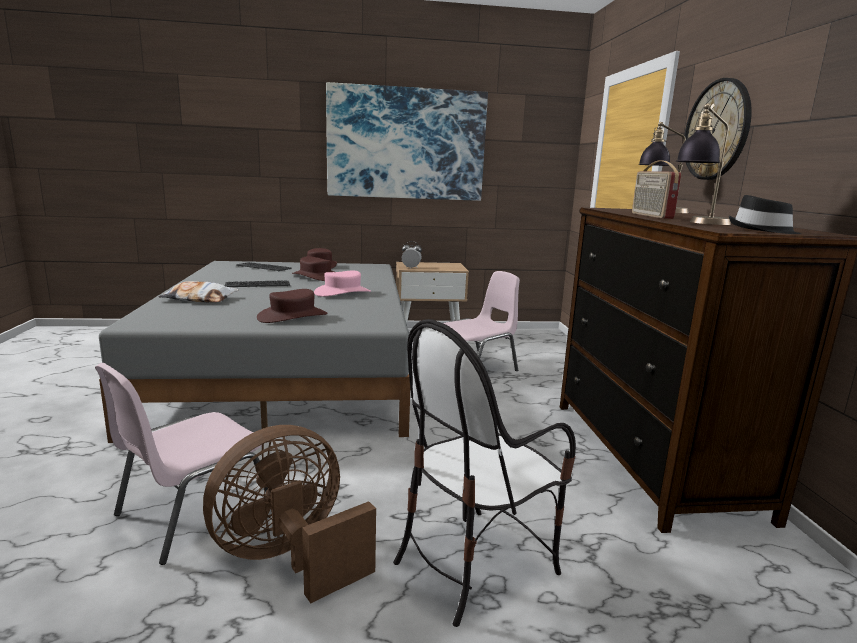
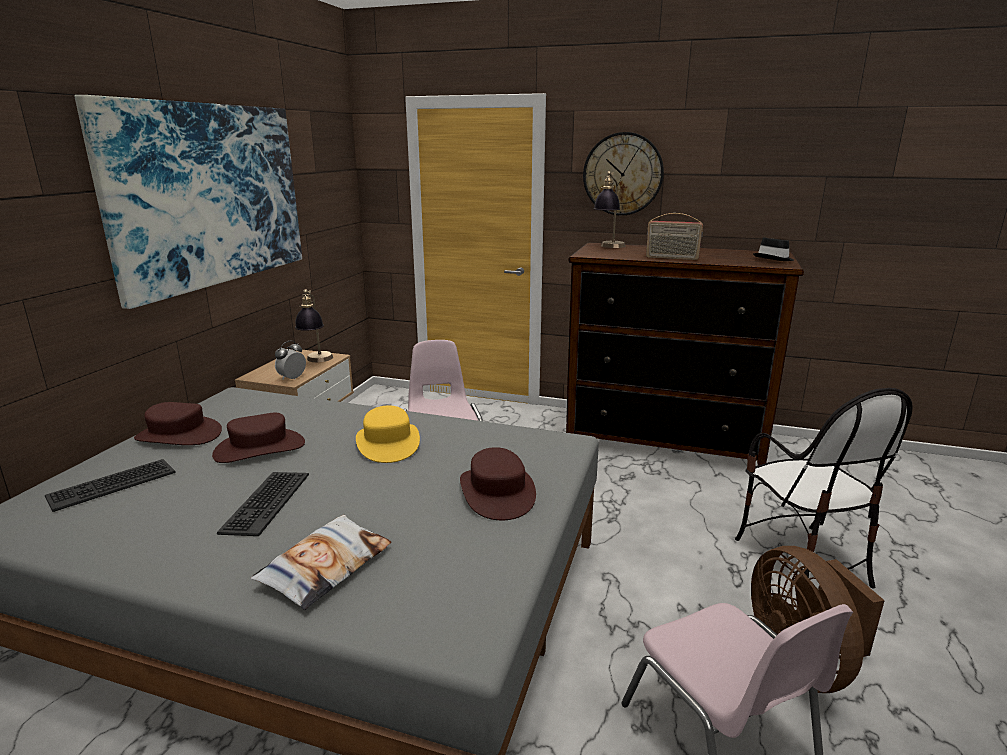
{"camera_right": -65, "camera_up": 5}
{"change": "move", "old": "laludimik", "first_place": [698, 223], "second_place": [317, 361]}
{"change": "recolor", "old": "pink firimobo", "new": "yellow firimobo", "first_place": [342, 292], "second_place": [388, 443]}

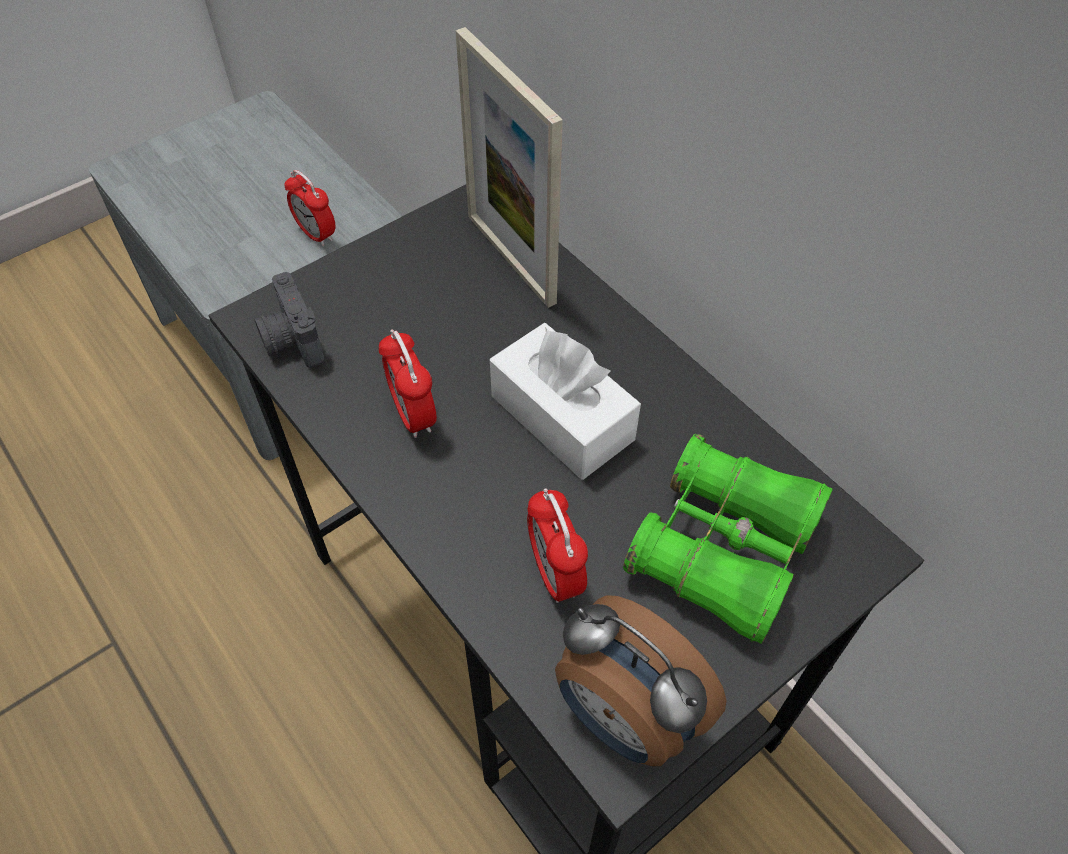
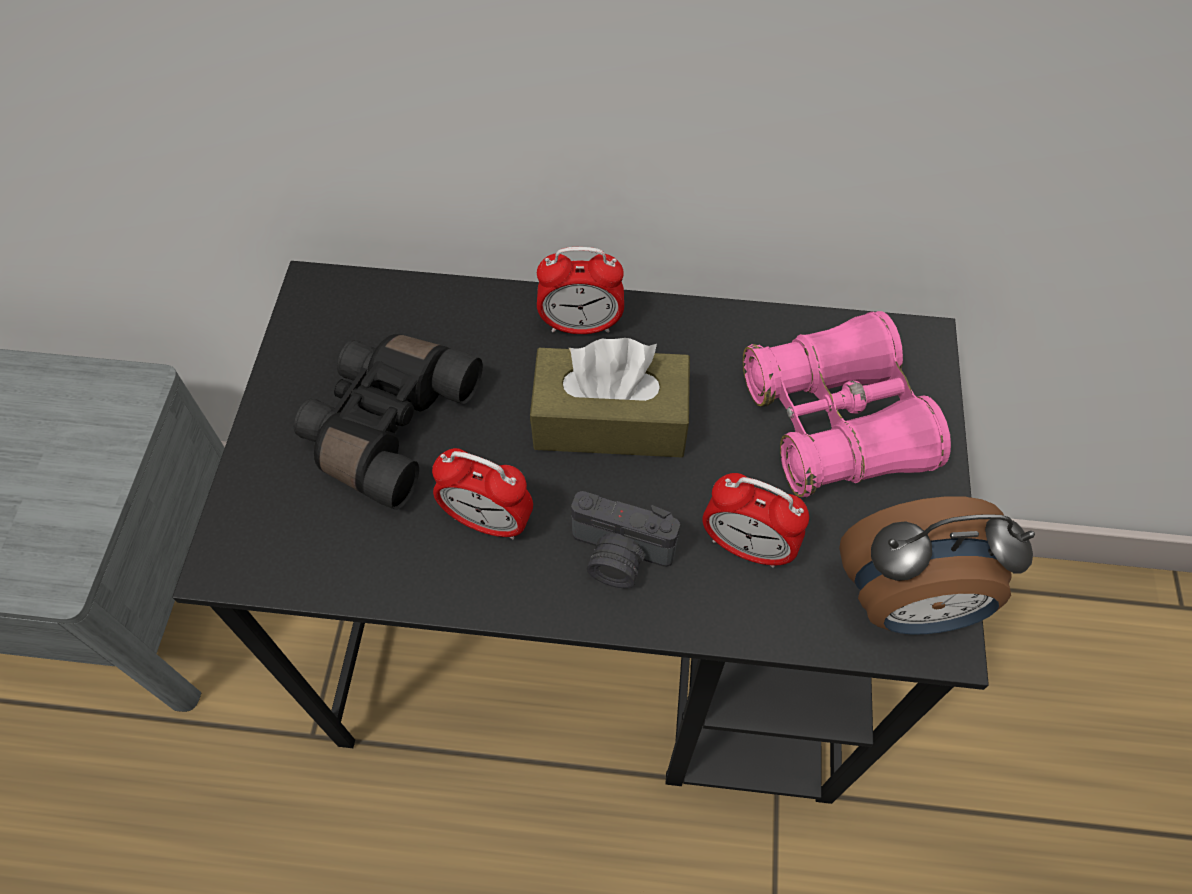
{"camera_right": -45, "camera_up": 5}
{"change": "insert", "new": "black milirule", "second_place": [387, 424]}
{"change": "recolor", "old": "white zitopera", "new": "brown zitopera", "first_place": [562, 417], "second_place": [610, 420]}
{"change": "move", "old": "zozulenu", "first_place": [316, 234], "second_place": [581, 325]}
{"change": "move", "old": "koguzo", "first_place": [291, 341], "second_place": [619, 557]}
{"change": "recolor", "old": "green milirule", "new": "pink milirule", "first_place": [723, 550], "second_place": [835, 422]}
{"change": "delete", "old": "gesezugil", "first_place": [510, 258]}

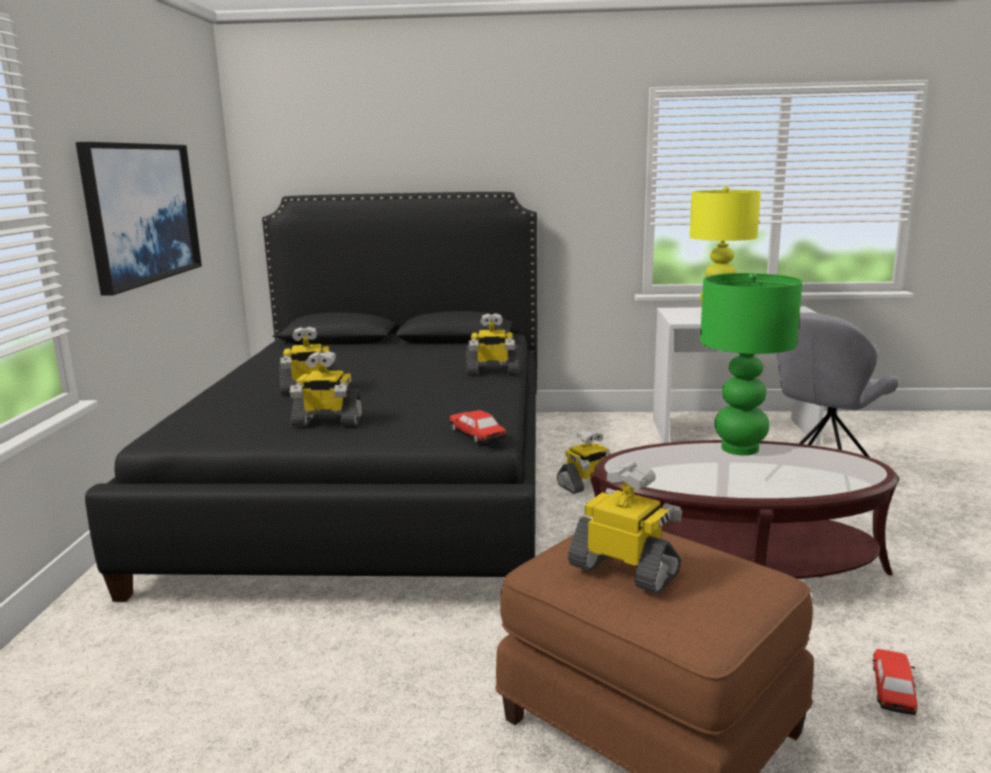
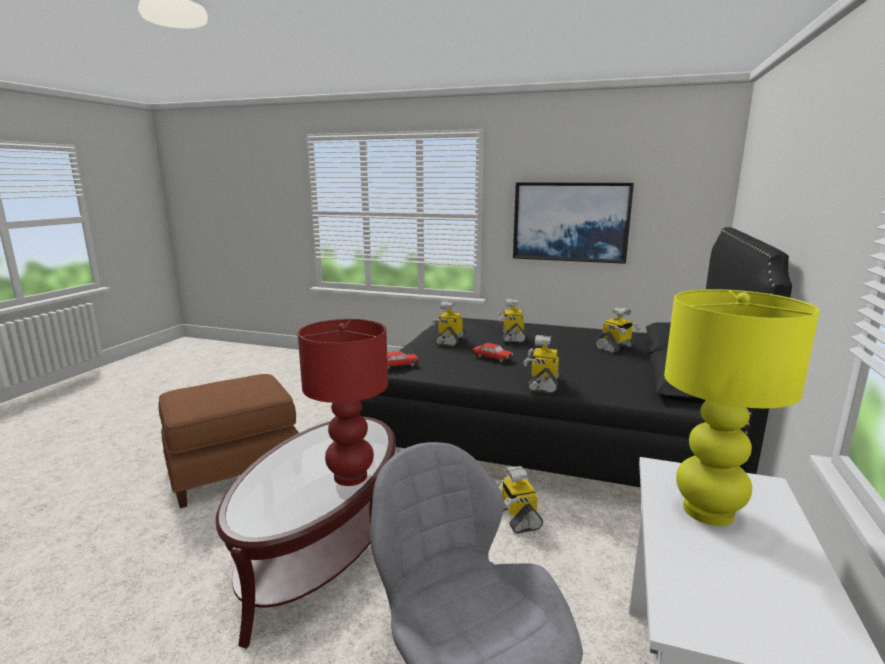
{"camera_right": 105, "camera_up": 0}
{"change": "recolor", "old": "green laludimik", "new": "red laludimik", "first_place": [739, 448], "second_place": [351, 476]}
{"change": "move", "old": "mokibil", "first_place": [892, 691], "second_place": [492, 358]}
{"change": "move", "old": "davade", "first_place": [625, 570], "second_place": [616, 348]}

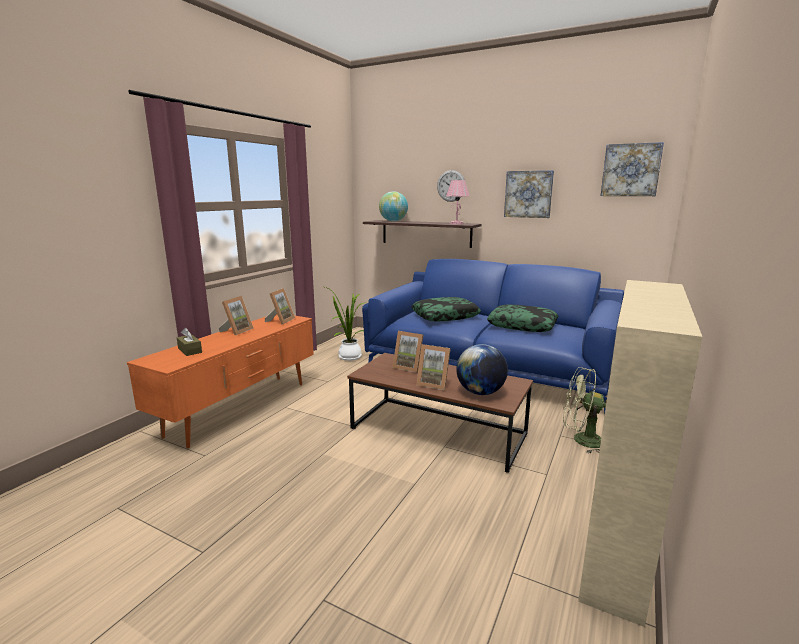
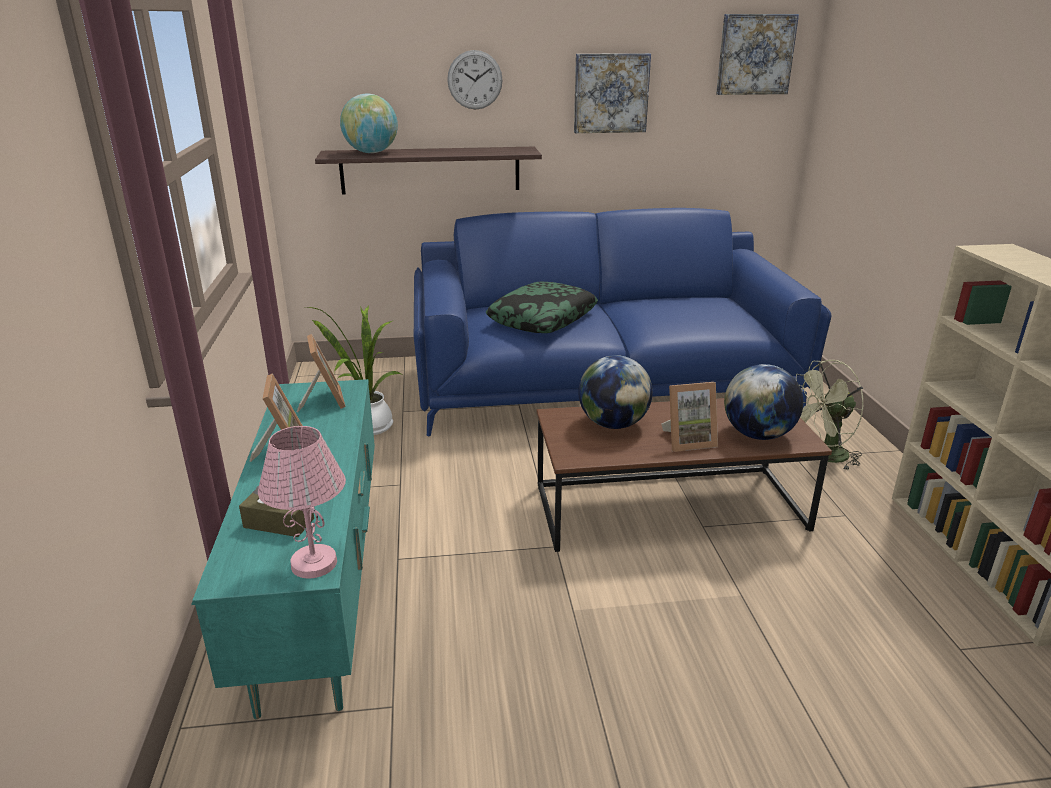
{"camera_right": -35, "camera_up": 10}
{"change": "recolor", "old": "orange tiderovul", "new": "turquoise tiderovul", "first_place": [241, 408], "second_place": [321, 594]}
{"change": "move", "old": "pink laludimik", "first_place": [457, 224], "second_place": [315, 563]}
{"change": "replace", "old": "gesezugil", "new": "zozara", "first_place": [409, 367], "second_place": [613, 424]}
{"change": "delete", "old": "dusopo", "first_place": [522, 325]}

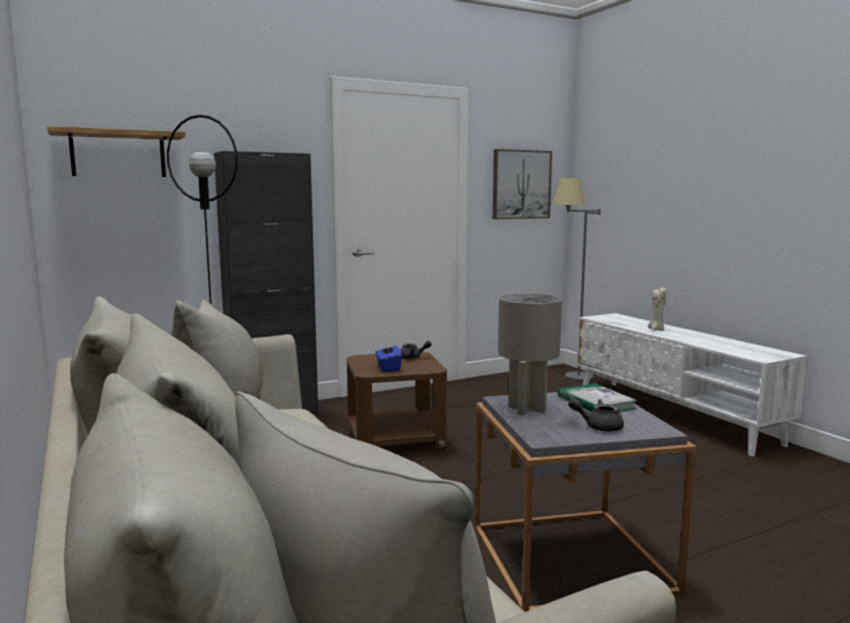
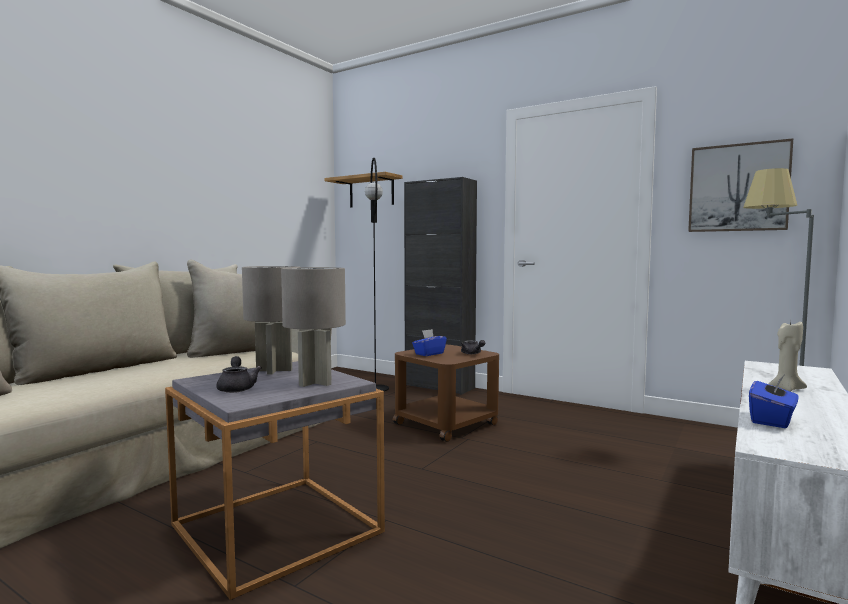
{"camera_right": 60, "camera_up": -5}
{"change": "replace", "old": "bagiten", "new": "grey laludimik", "first_place": [596, 402], "second_place": [316, 382]}
{"change": "insert", "new": "blue zitopera", "second_place": [772, 420]}

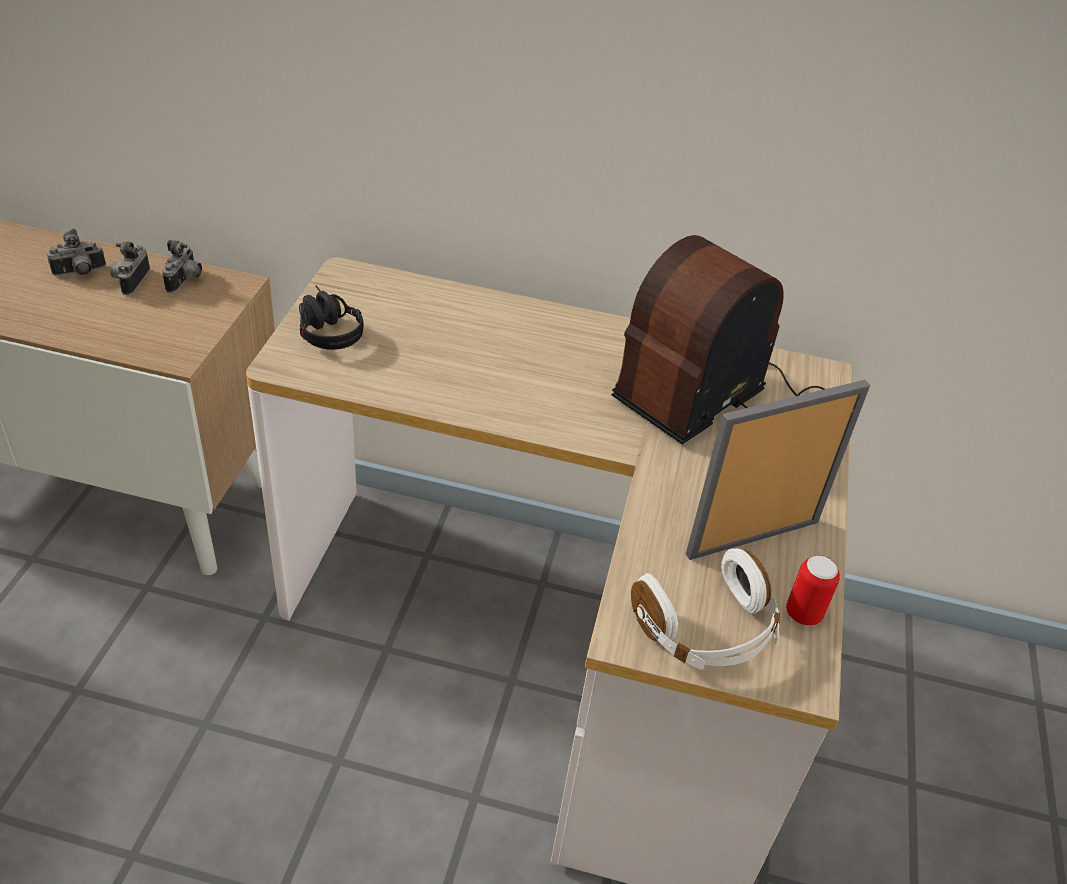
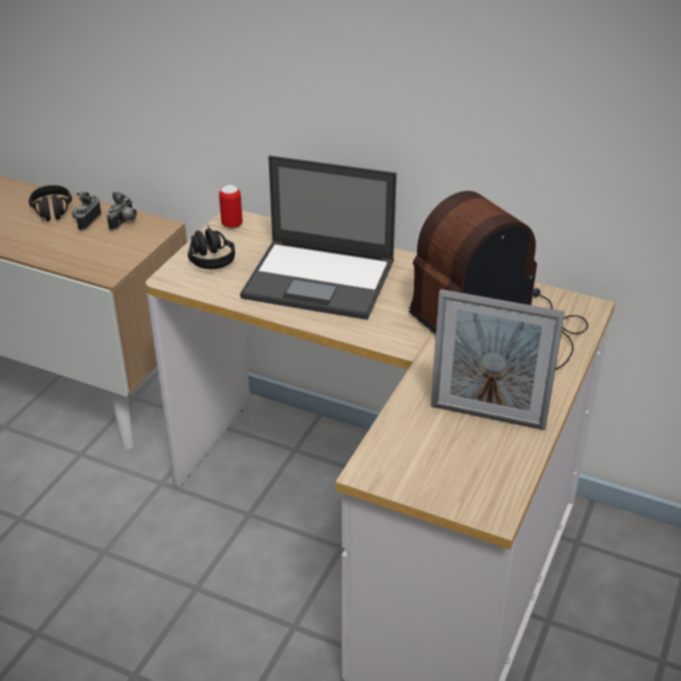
{"camera_right": 15, "camera_up": -5}
{"change": "replace", "old": "koguzo", "new": "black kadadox", "first_place": [80, 273], "second_place": [52, 214]}
{"change": "move", "old": "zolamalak", "first_place": [803, 614], "second_place": [232, 225]}
{"change": "insert", "new": "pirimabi", "second_place": [321, 280]}
{"change": "rotate", "old": "gesezugil", "first_place": [753, 538], "second_place": [487, 416], "degrees": -150}
{"change": "delete", "old": "white kadadox", "first_place": [707, 629]}

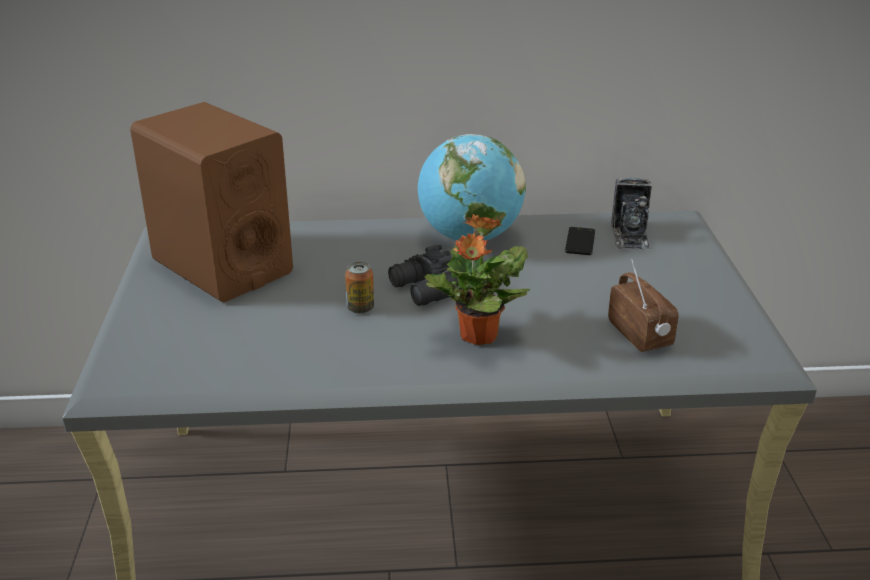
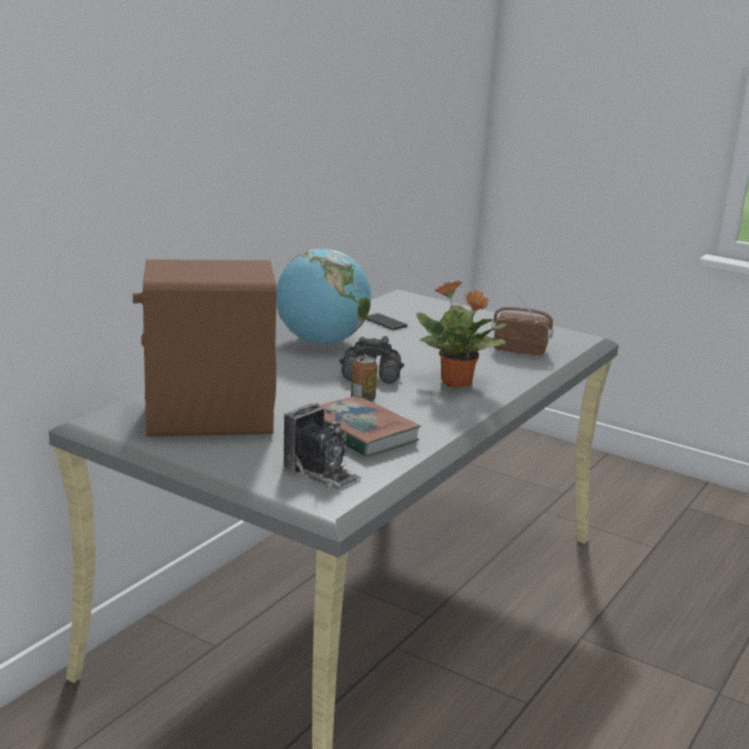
{"camera_right": -55, "camera_up": -10}
{"change": "move", "old": "koguzo", "first_place": [630, 235], "second_place": [321, 472]}
{"change": "insert", "new": "bagiten", "second_place": [360, 433]}

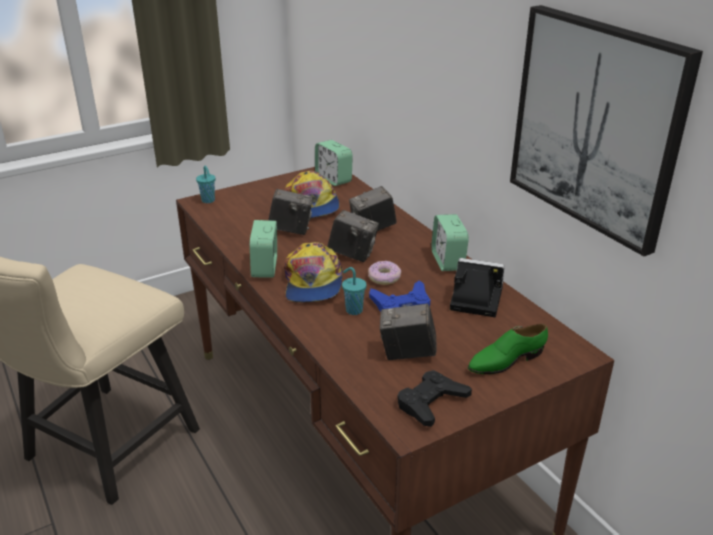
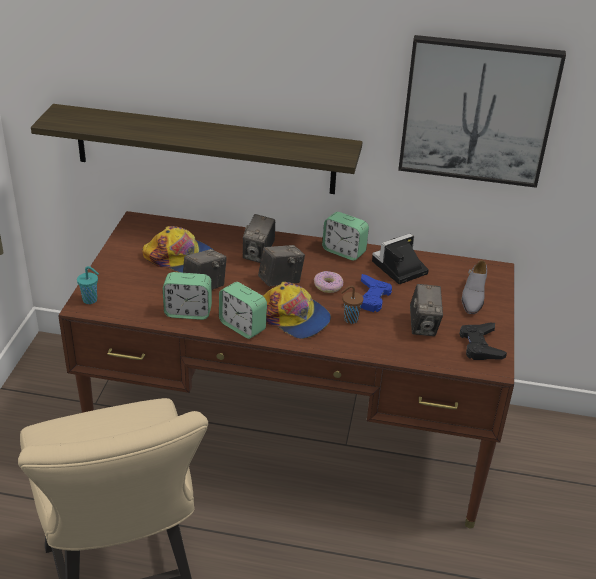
{"camera_right": -50, "camera_up": 5}
{"change": "insert", "new": "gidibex", "second_place": [204, 149]}
{"change": "move", "old": "zozulenu", "first_place": [333, 179], "second_place": [188, 312]}
{"change": "recolor", "old": "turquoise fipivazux", "new": "brown fipivazux", "first_place": [353, 310], "second_place": [350, 319]}
{"change": "rotate", "old": "koguzo", "first_place": [407, 353], "second_place": [423, 326], "degrees": -45}
{"change": "recolor", "old": "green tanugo", "new": "grey tanugo", "first_place": [506, 360], "second_place": [473, 297]}

